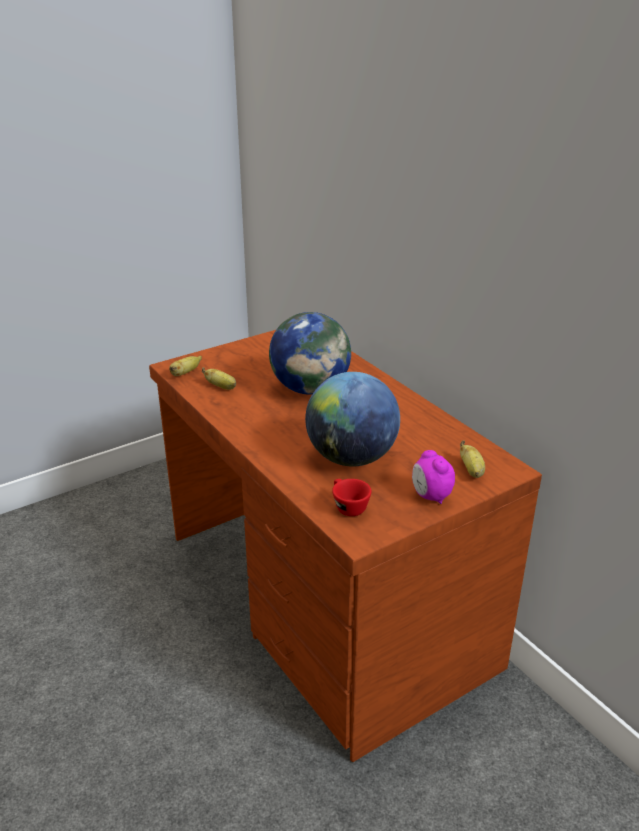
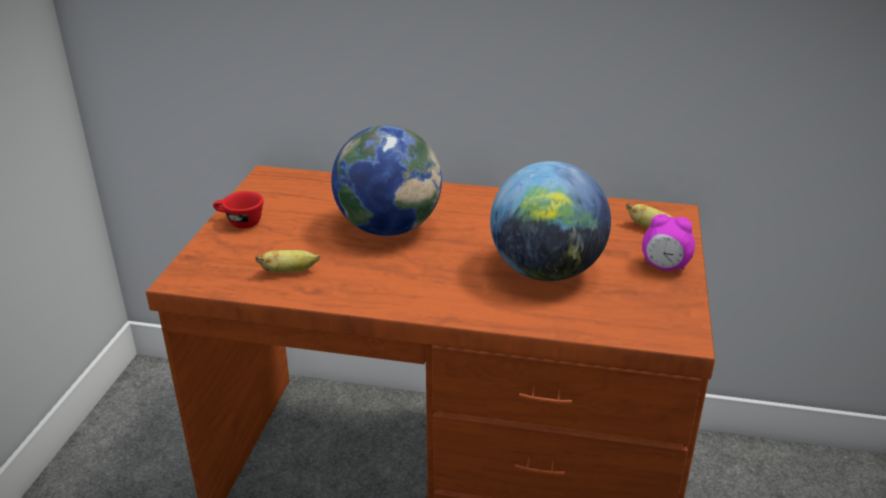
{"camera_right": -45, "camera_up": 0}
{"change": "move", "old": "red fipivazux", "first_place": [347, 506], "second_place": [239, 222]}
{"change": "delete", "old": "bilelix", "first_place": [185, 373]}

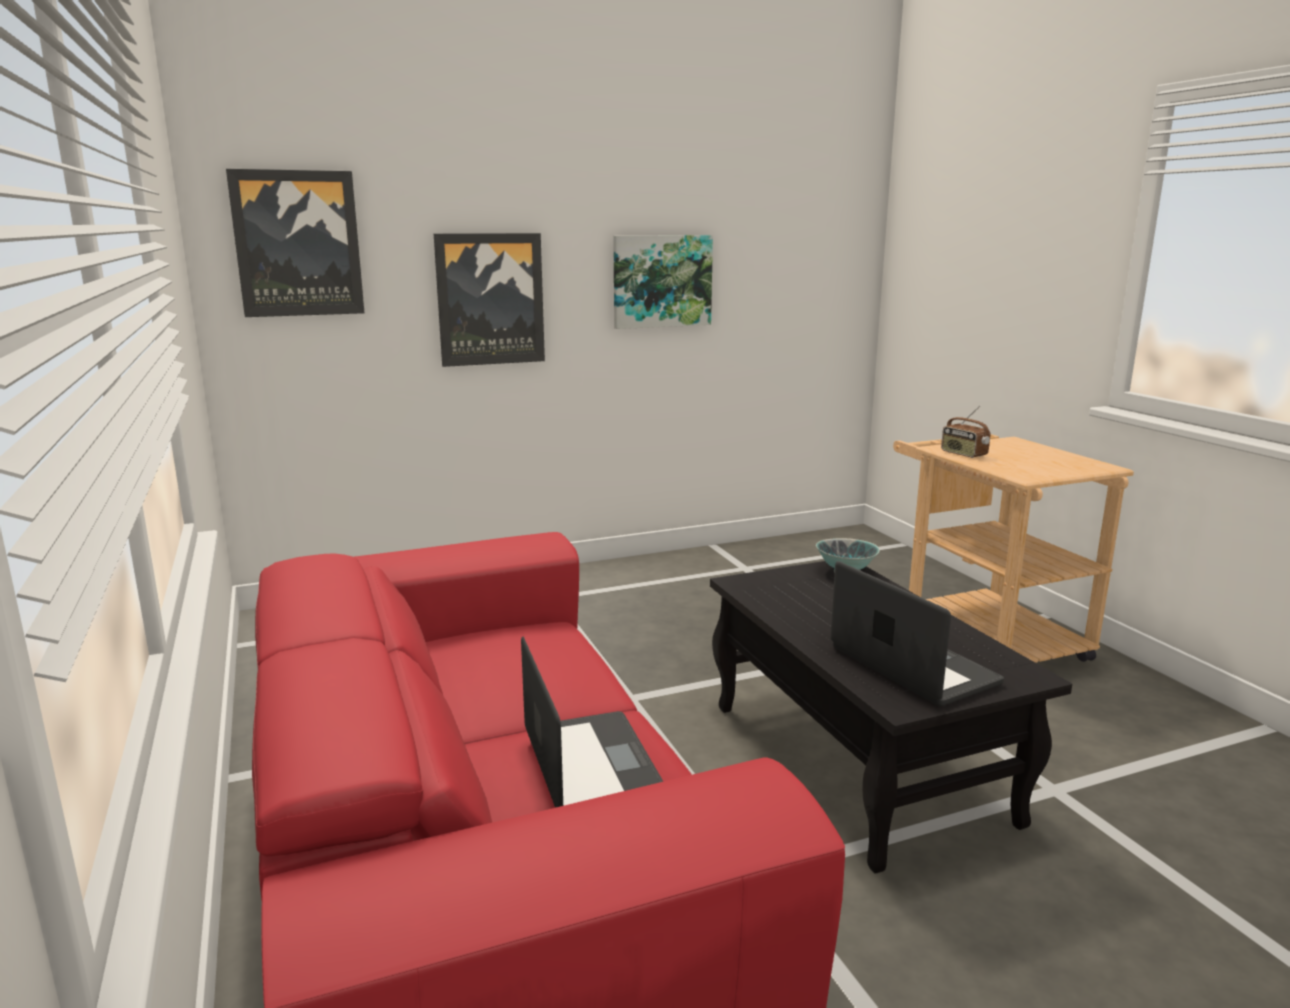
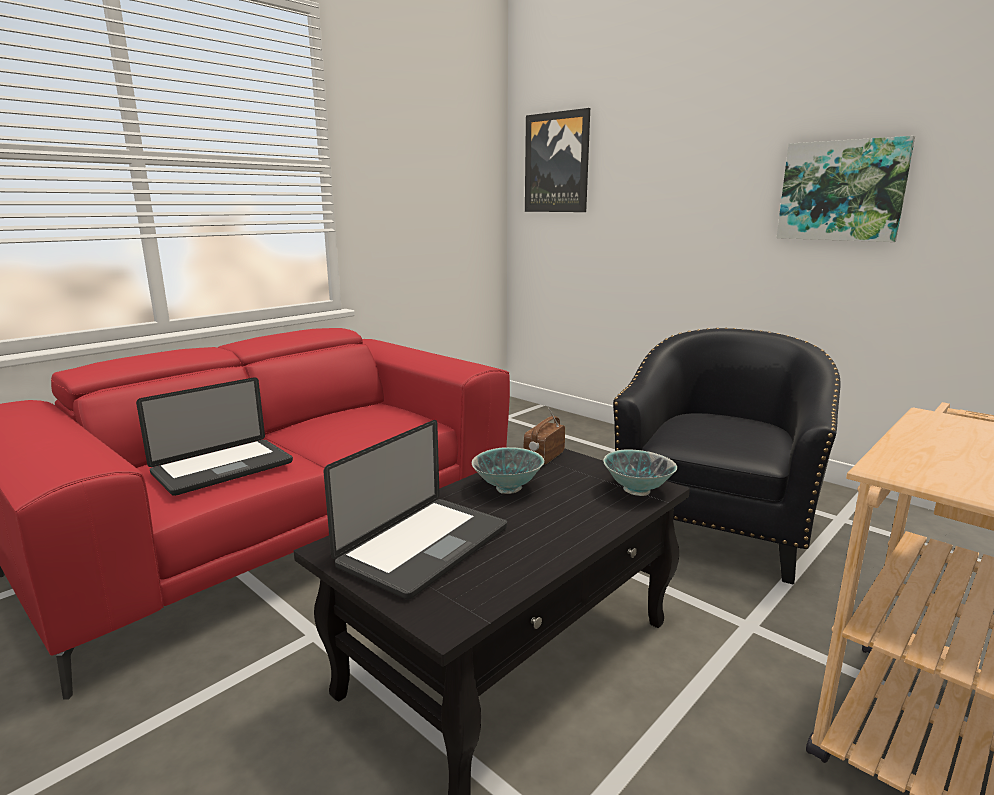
{"camera_right": 65, "camera_up": 0}
{"change": "insert", "new": "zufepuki", "second_place": [508, 488]}
{"change": "move", "old": "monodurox", "first_place": [963, 454], "second_place": [543, 457]}
{"change": "insert", "new": "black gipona", "second_place": [714, 527]}
{"change": "delete", "old": "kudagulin", "first_place": [490, 299]}

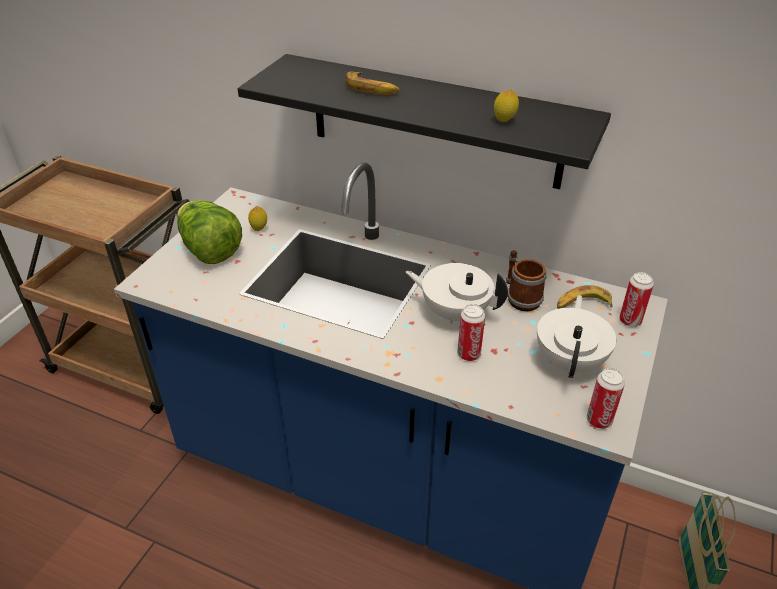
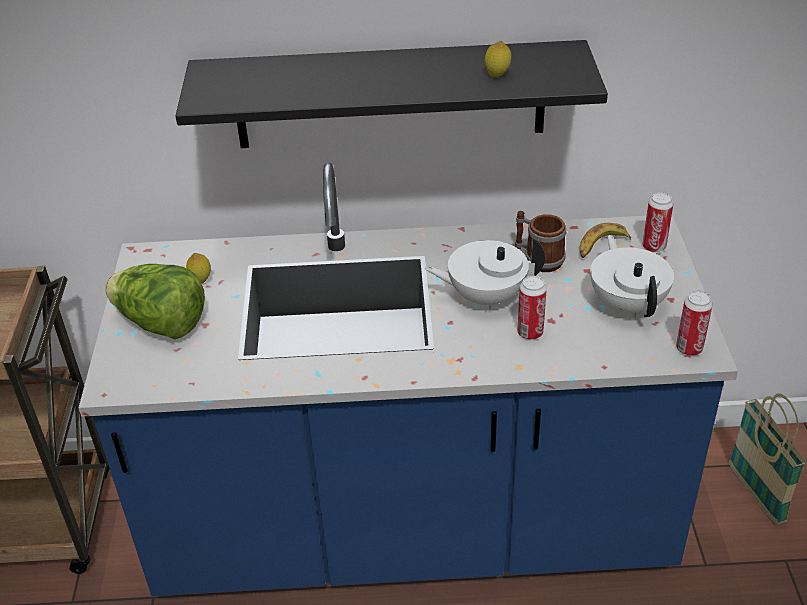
{"camera_right": -25, "camera_up": 0}
{"change": "delete", "old": "bilelix", "first_place": [372, 89]}

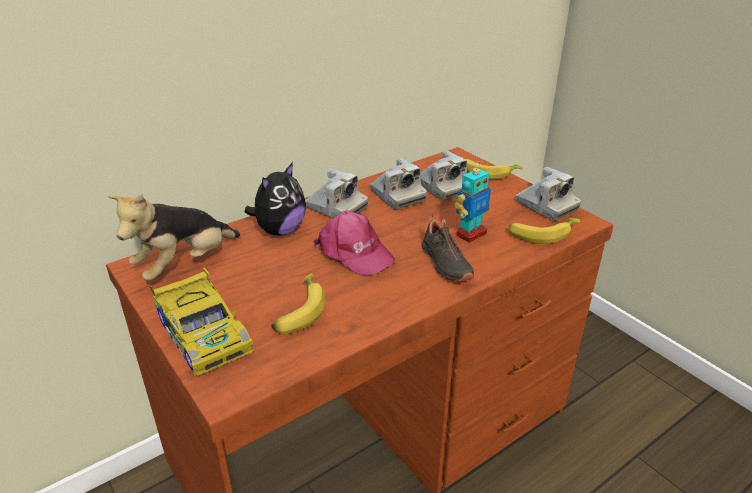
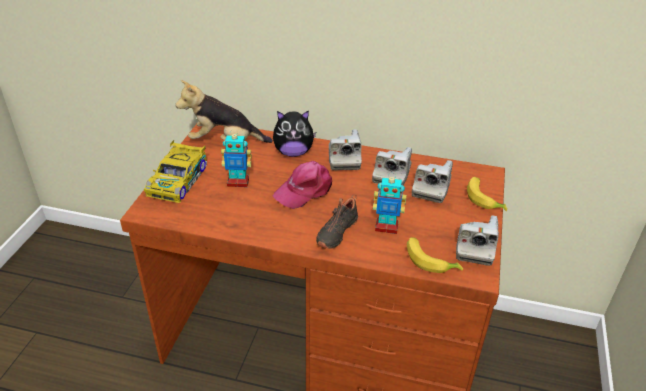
{"camera_right": 50, "camera_up": 5}
{"change": "insert", "new": "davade", "second_place": [238, 182]}
{"change": "rotate", "old": "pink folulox", "first_place": [354, 252], "second_place": [305, 190], "degrees": 45}
{"change": "delete", "old": "bilelix", "first_place": [299, 312]}

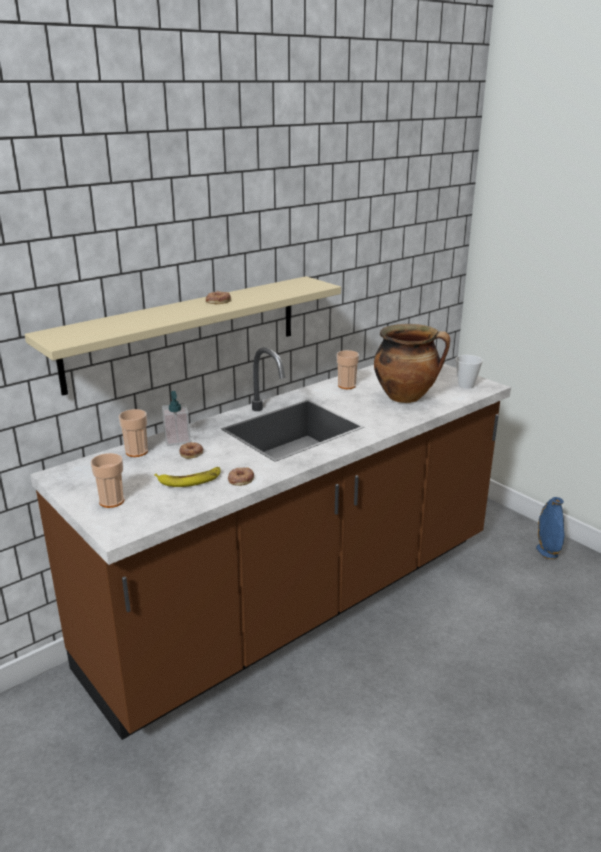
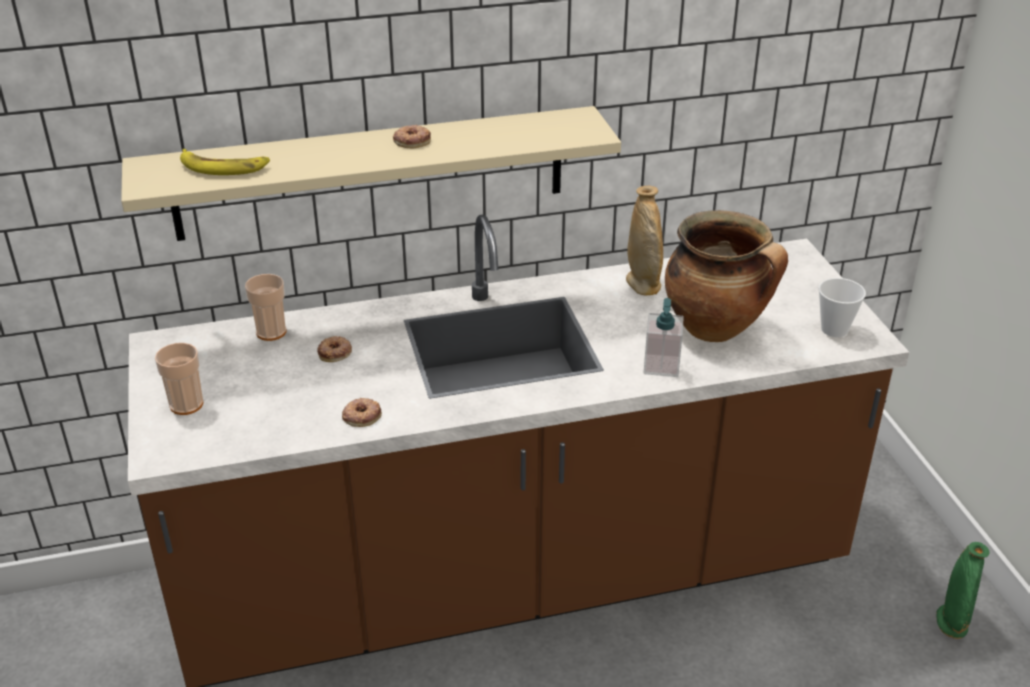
{"camera_right": 25, "camera_up": 10}
{"change": "move", "old": "bilelix", "first_place": [190, 480], "second_place": [223, 167]}
{"change": "replace", "old": "fipivazux", "new": "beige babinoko", "first_place": [346, 386], "second_place": [643, 284]}
{"change": "move", "old": "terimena", "first_place": [177, 439], "second_place": [661, 366]}
{"change": "recolor", "old": "blue babinoko", "new": "green babinoko", "first_place": [547, 552], "second_place": [951, 623]}

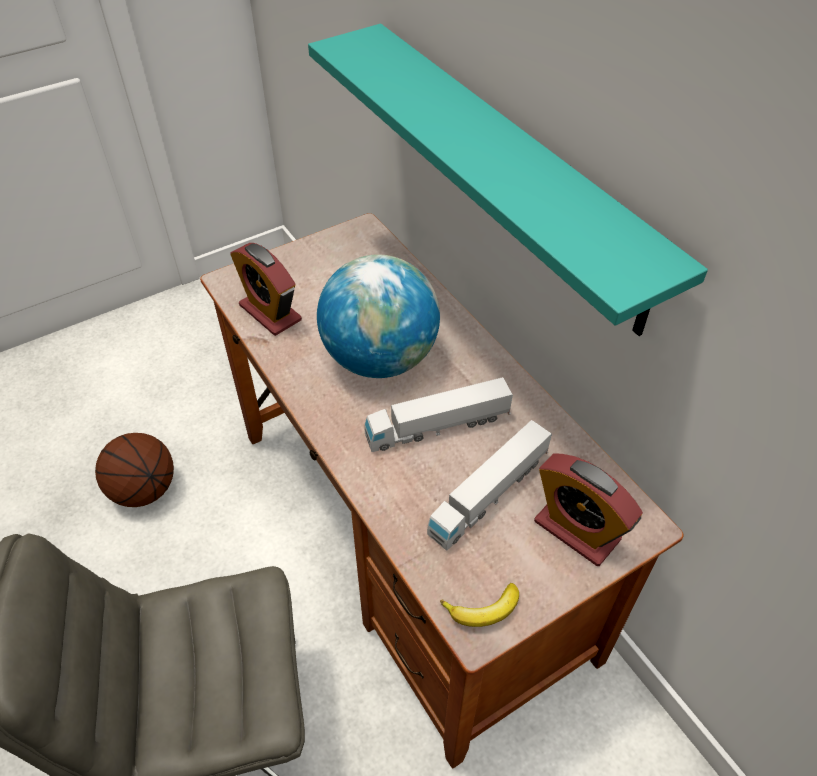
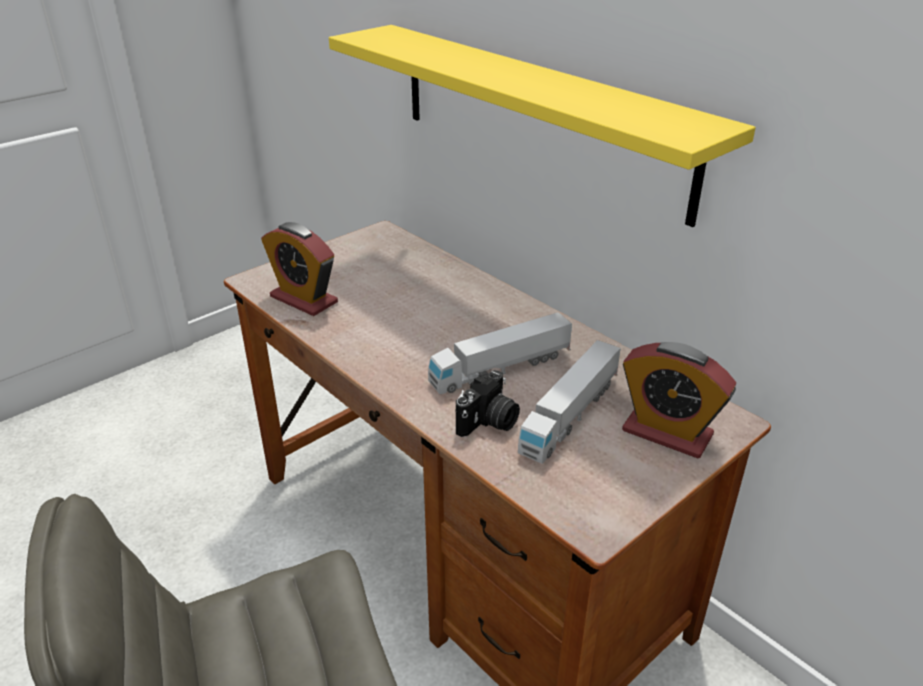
{"camera_right": -10, "camera_up": -15}
{"change": "recolor", "old": "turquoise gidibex", "new": "yellow gidibex", "first_place": [509, 171], "second_place": [537, 116]}
{"change": "insert", "new": "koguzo", "second_place": [489, 422]}
{"change": "delete", "old": "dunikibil", "first_place": [143, 489]}
{"change": "delete", "old": "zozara", "first_place": [380, 358]}
{"change": "delete", "old": "bilelix", "first_place": [483, 610]}

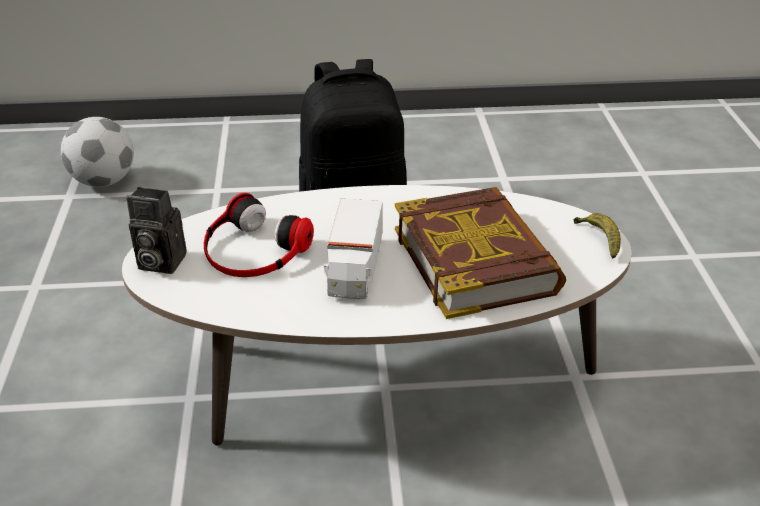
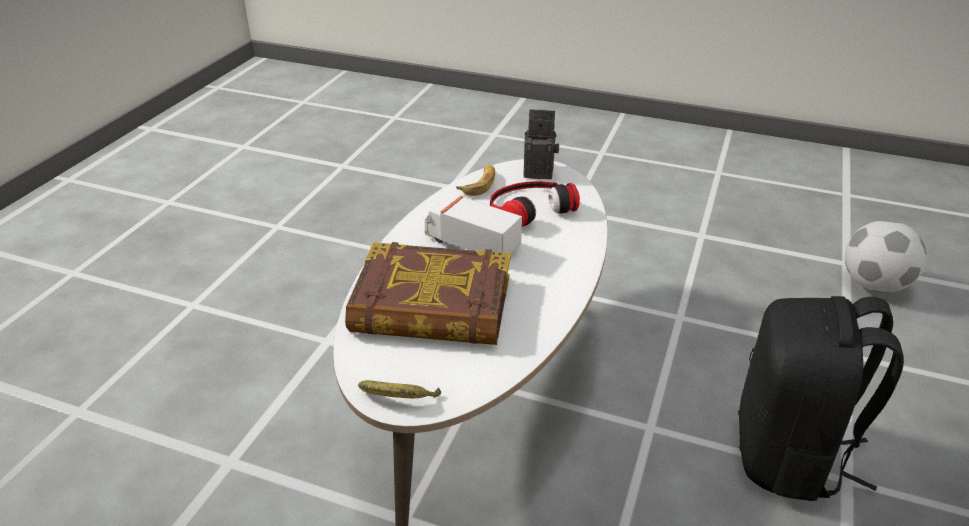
{"camera_right": 115, "camera_up": 0}
{"change": "insert", "new": "bilelix", "second_place": [479, 184]}
{"change": "rotate", "old": "koguzo", "first_place": [158, 262], "second_place": [540, 171], "degrees": 60}

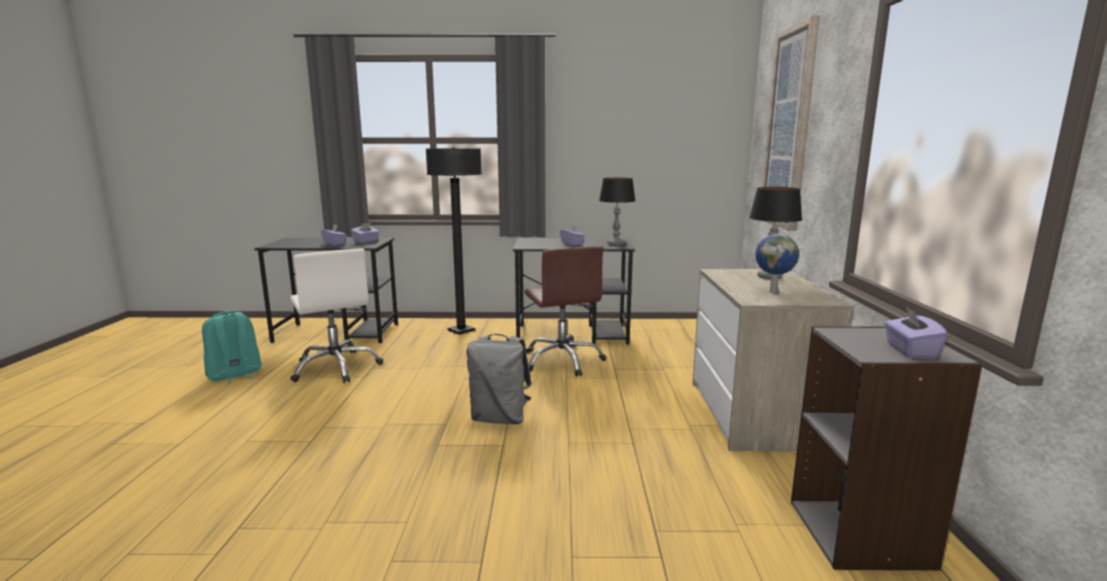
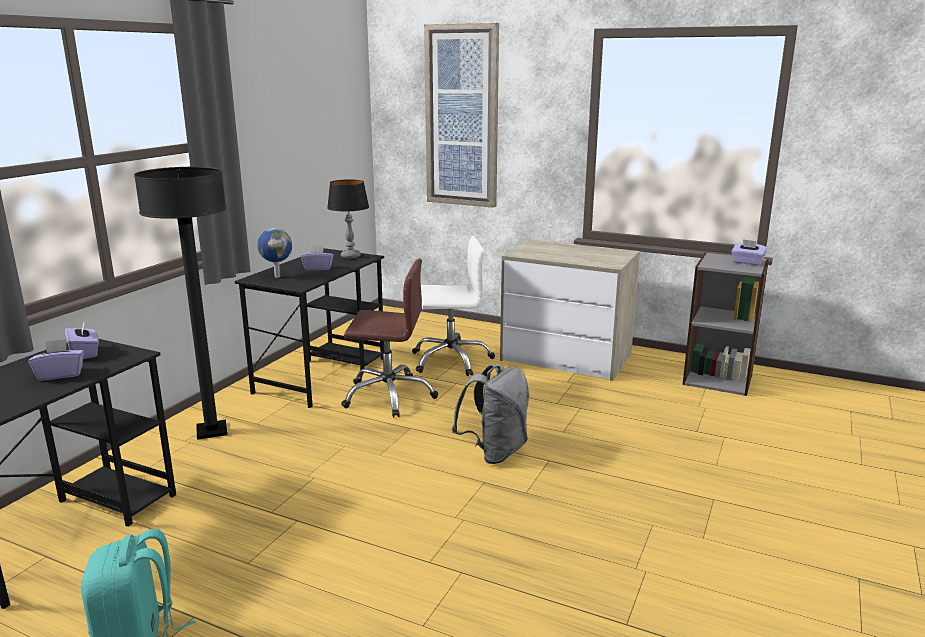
{"camera_right": -65, "camera_up": 5}
{"change": "move", "old": "zozara", "first_place": [773, 292], "second_place": [277, 276]}
{"change": "move", "old": "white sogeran", "first_place": [336, 368], "second_place": [451, 360]}
{"change": "delete", "old": "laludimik", "first_place": [769, 277]}

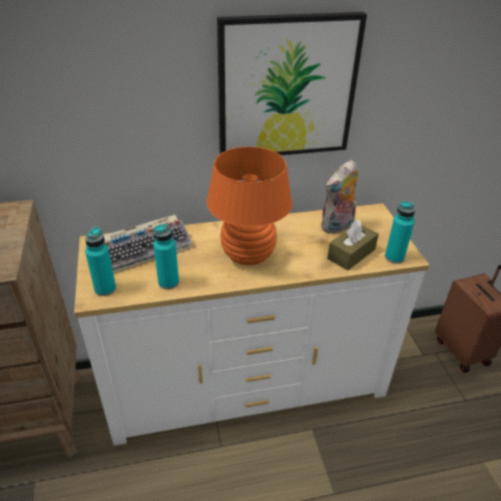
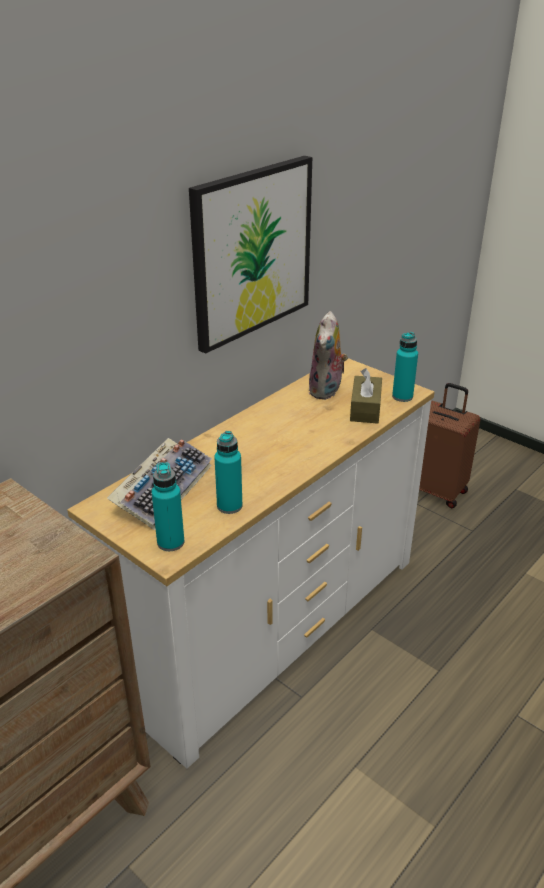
{"camera_right": -35, "camera_up": -5}
{"change": "delete", "old": "orange laludimik", "first_place": [247, 256]}

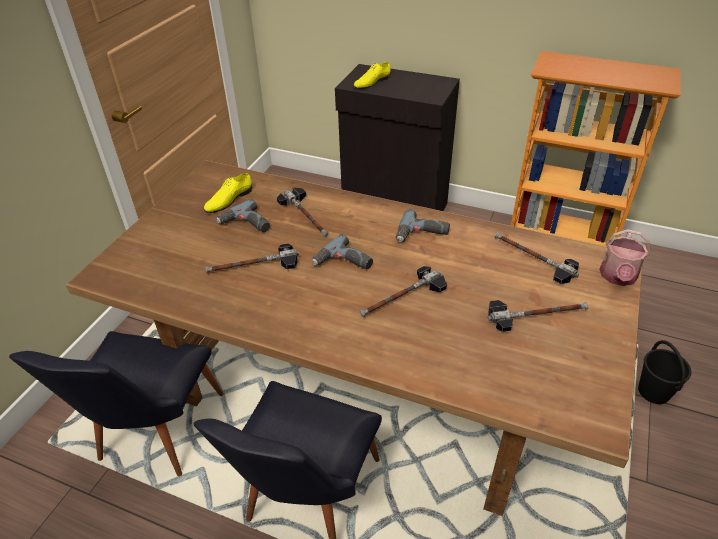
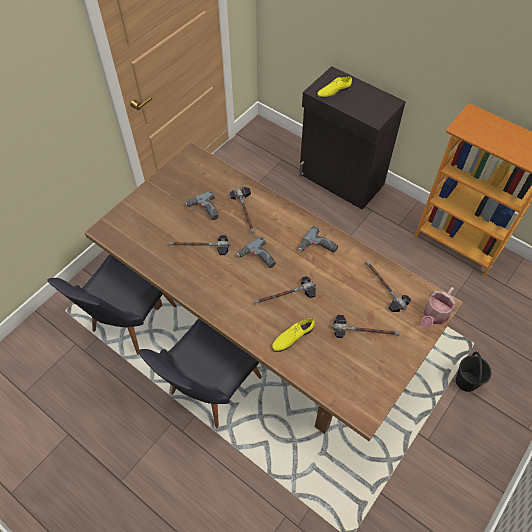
{"camera_right": 15, "camera_up": 15}
{"change": "move", "old": "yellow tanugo", "first_place": [228, 200], "second_place": [292, 337]}

